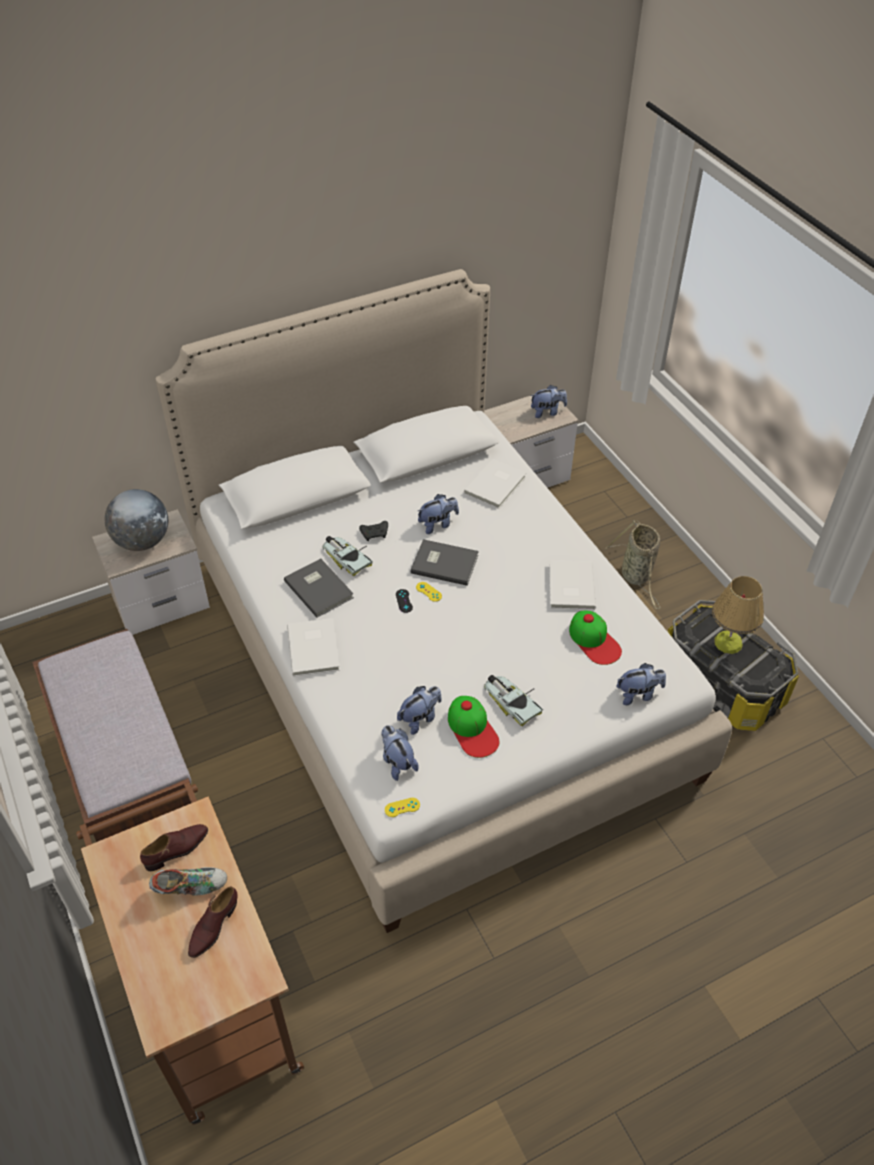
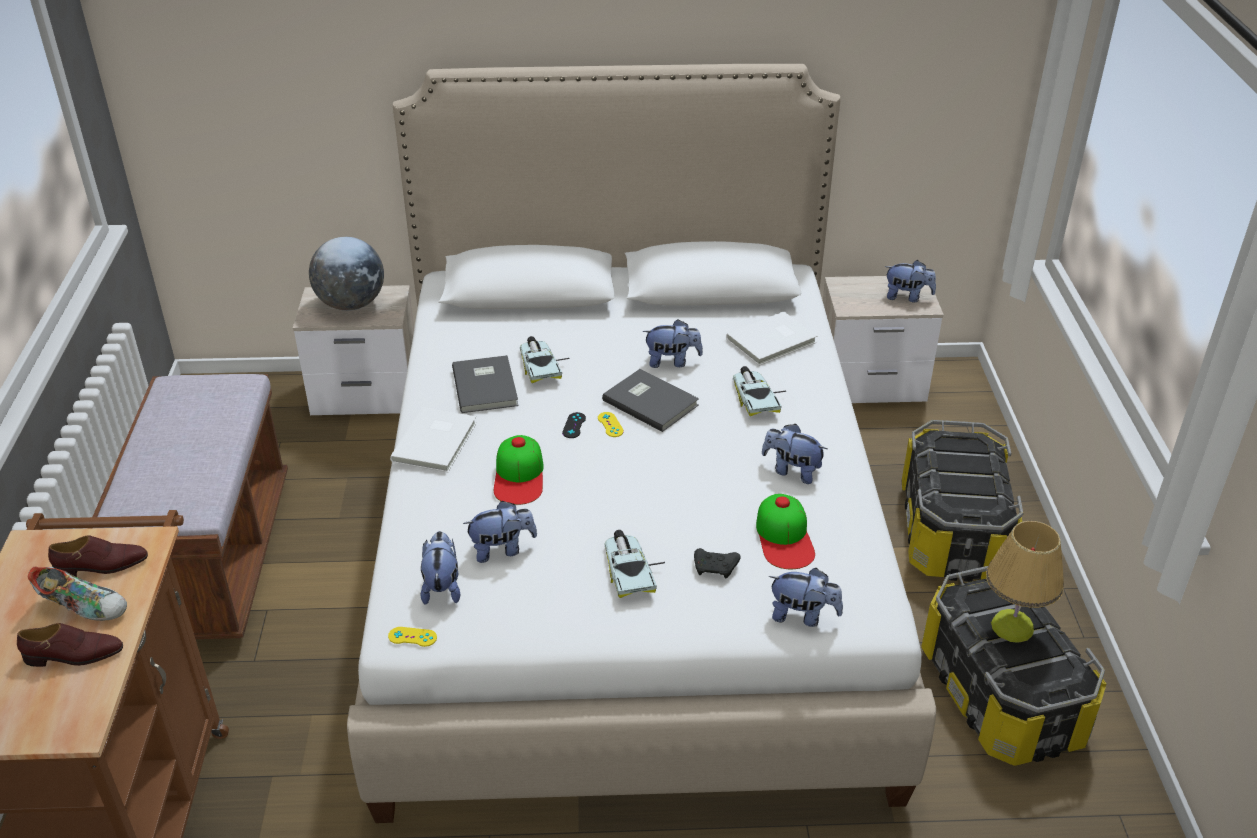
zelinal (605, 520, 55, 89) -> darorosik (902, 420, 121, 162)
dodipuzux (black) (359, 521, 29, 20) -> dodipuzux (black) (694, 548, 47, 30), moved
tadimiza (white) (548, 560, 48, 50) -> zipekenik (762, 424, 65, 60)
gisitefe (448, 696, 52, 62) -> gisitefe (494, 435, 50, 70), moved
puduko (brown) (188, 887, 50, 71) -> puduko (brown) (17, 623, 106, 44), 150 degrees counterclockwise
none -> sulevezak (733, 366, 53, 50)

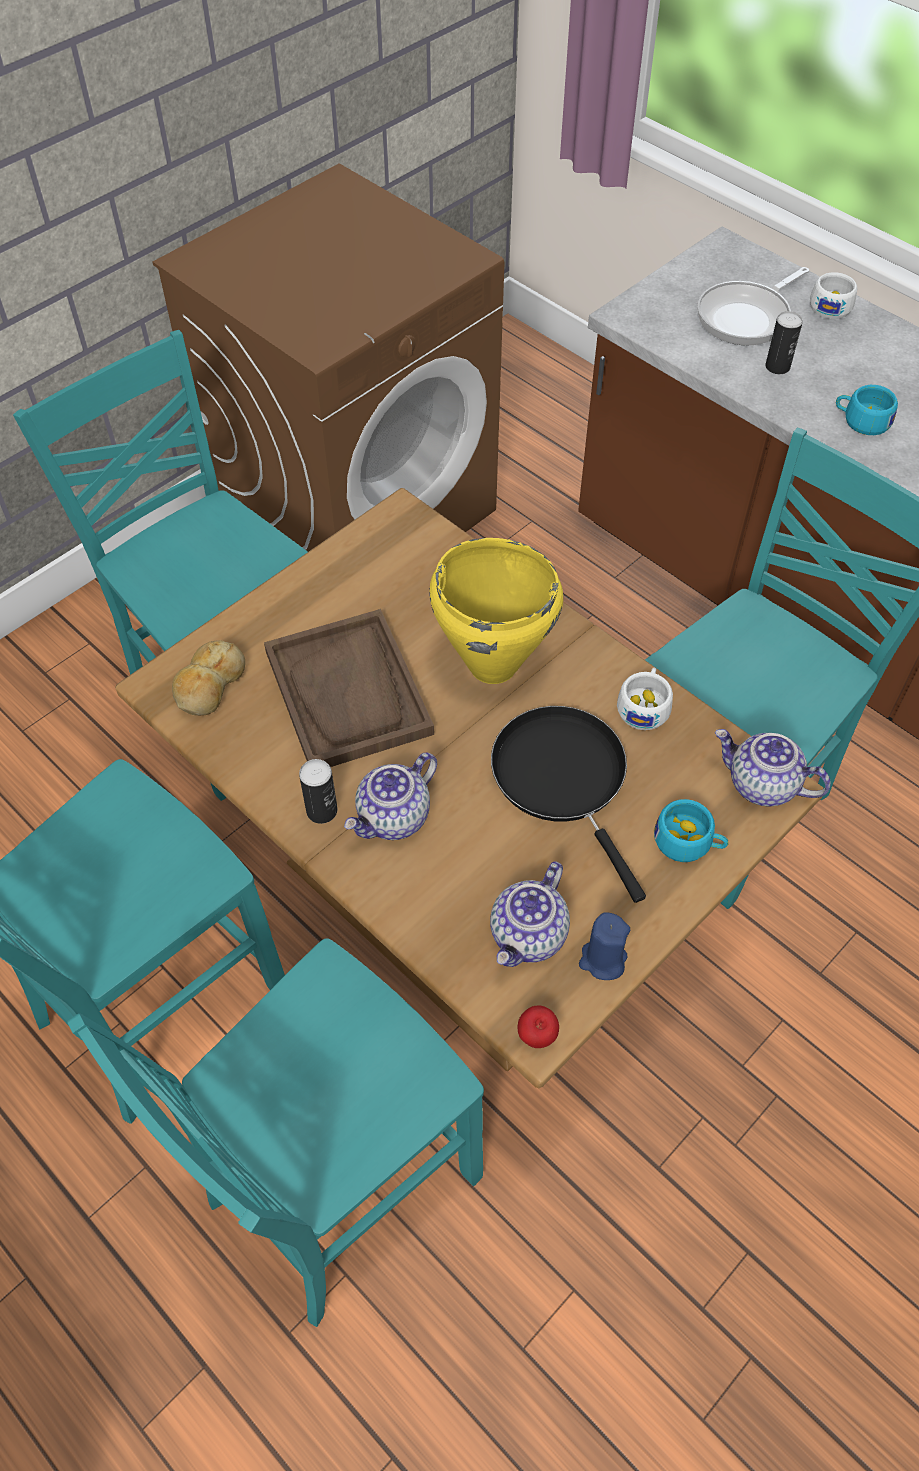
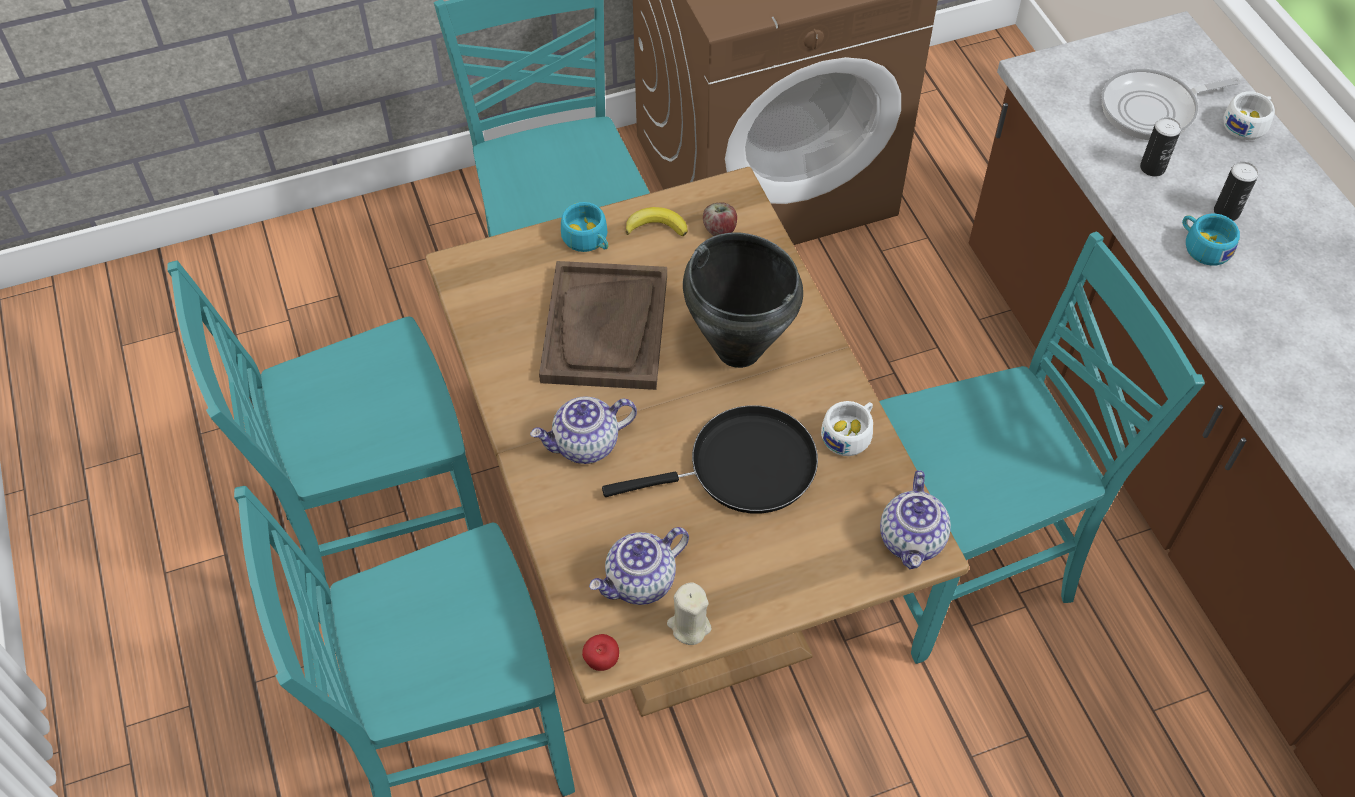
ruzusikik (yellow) (429, 538, 134, 146) -> ruzusikik (black) (683, 232, 120, 136)
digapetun (172, 640, 73, 76) -> none
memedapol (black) (491, 706, 155, 197) -> memedapol (black) (602, 405, 216, 109), 75 degrees clockwise
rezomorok (715, 729, 116, 77) -> rezomorok (880, 470, 71, 99), 135 degrees counterclockwise
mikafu (299, 759, 39, 65) -> mikafu (1214, 162, 44, 59), moved
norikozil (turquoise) (654, 799, 75, 63) -> norikozil (turquoise) (561, 202, 47, 50), moved
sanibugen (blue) (579, 912, 51, 68) -> sanibugen (beige) (667, 582, 44, 63)
none -> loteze (703, 203, 34, 33)
none -> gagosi (626, 207, 62, 29)

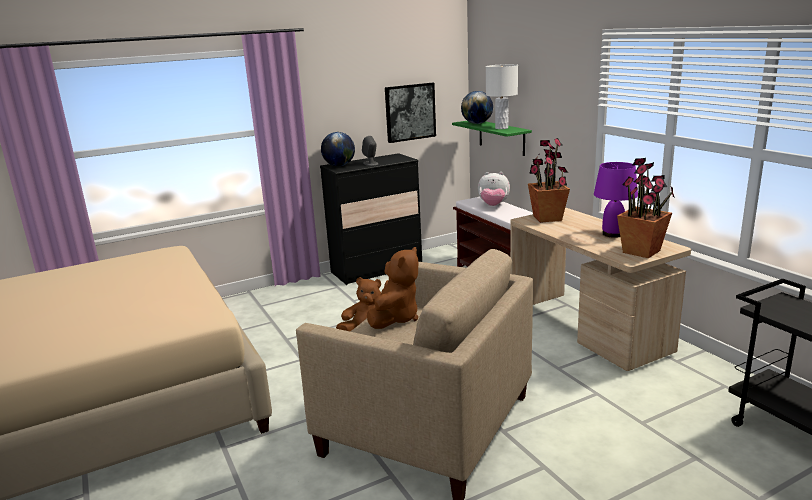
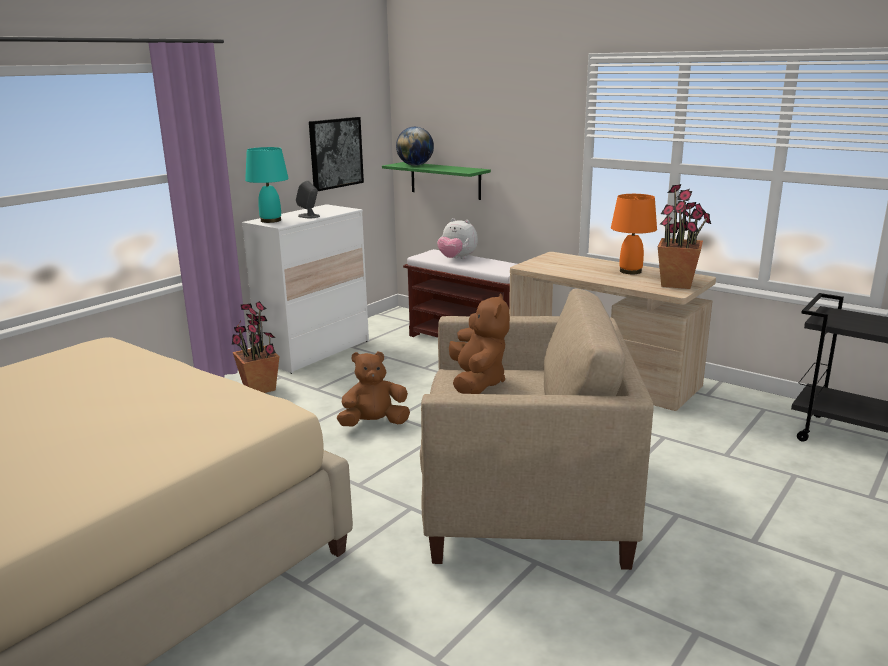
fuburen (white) (486, 64, 32, 65) -> none
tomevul (321, 132, 34, 34) -> fuburen (turquoise) (245, 147, 44, 76)
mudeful (528, 138, 42, 85) -> mudeful (232, 301, 48, 92), moved
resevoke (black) (320, 153, 102, 132) -> resevoke (white) (242, 204, 127, 170)
fuburen (purple) (594, 162, 44, 76) -> fuburen (orange) (611, 194, 46, 80)
zipekenik (478, 172, 32, 34) -> zipekenik (437, 218, 41, 41), 45 degrees clockwise

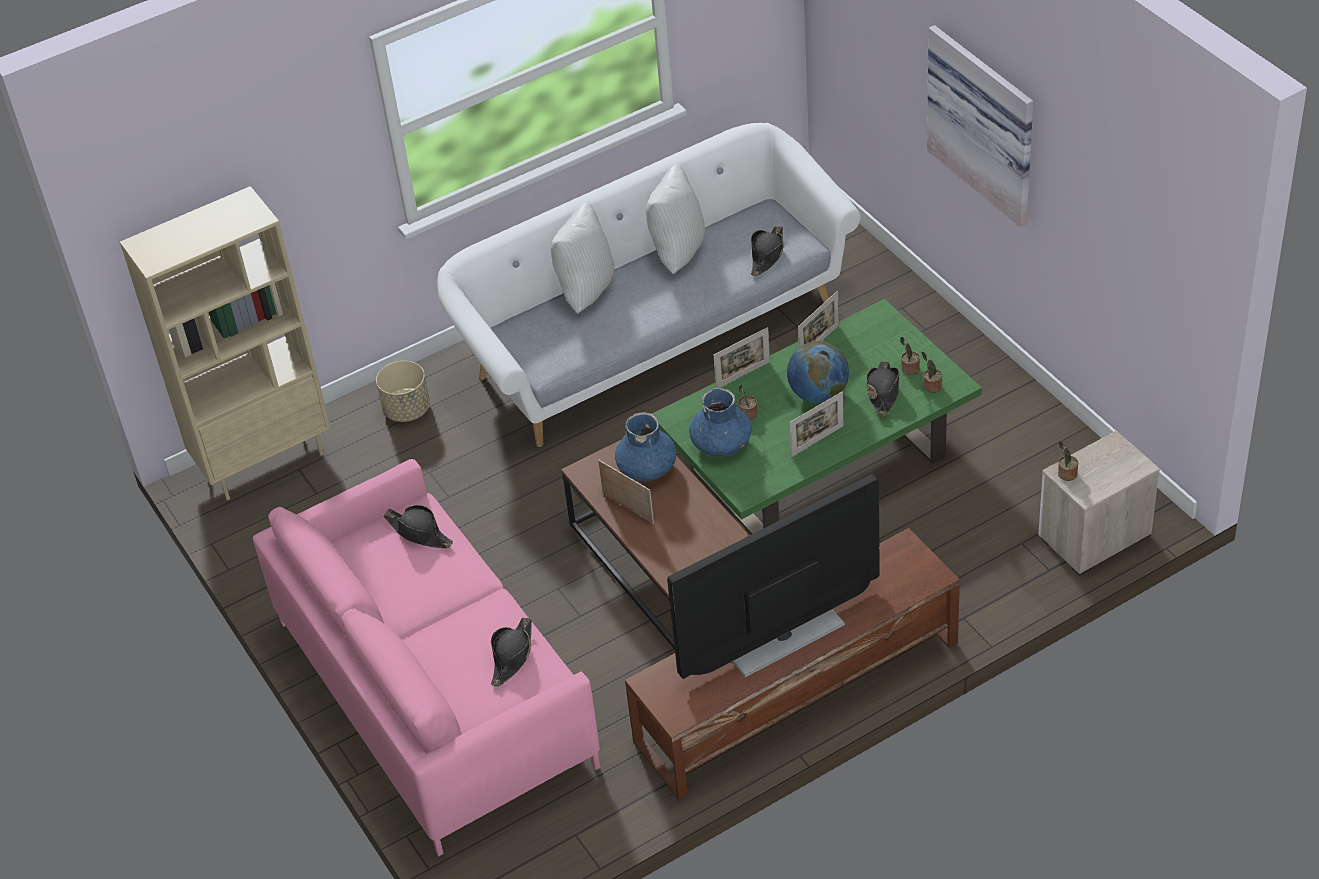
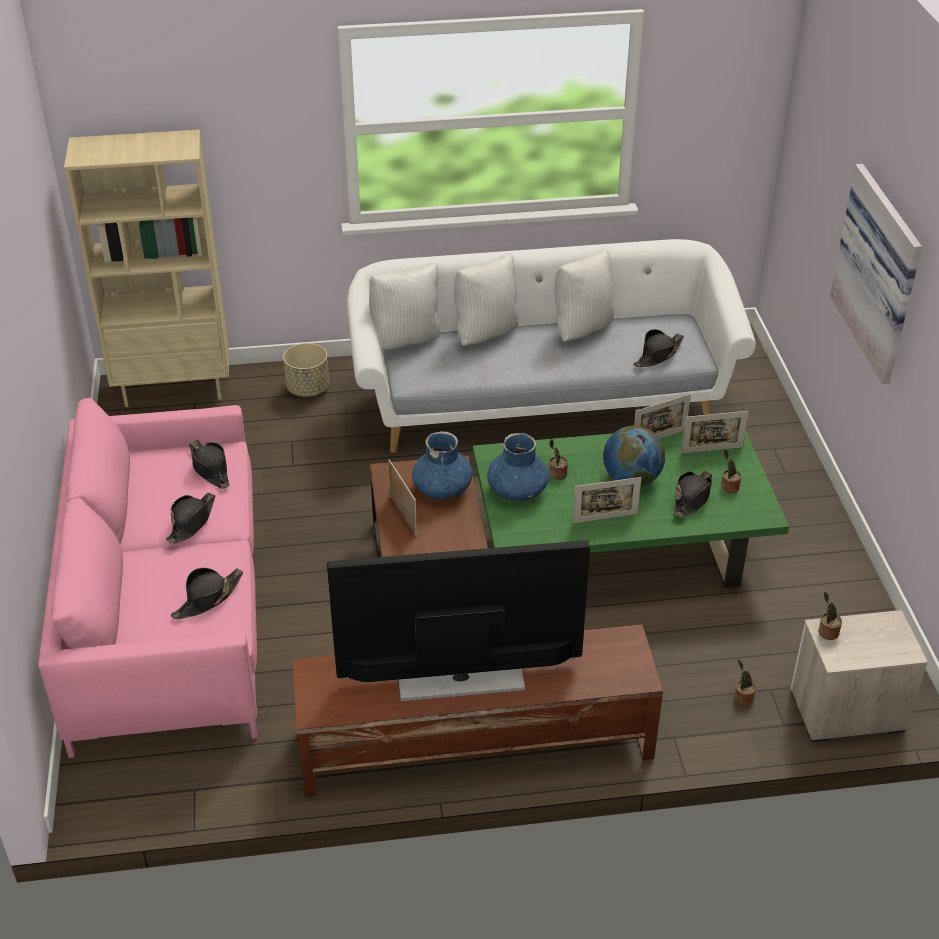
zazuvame (713, 327, 57, 61) -> zazuvame (681, 411, 68, 42), moved
mudeful (921, 352, 21, 41) -> mudeful (734, 660, 22, 46), moved
none -> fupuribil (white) (369, 263, 71, 87)
none -> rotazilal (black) (166, 492, 49, 51)

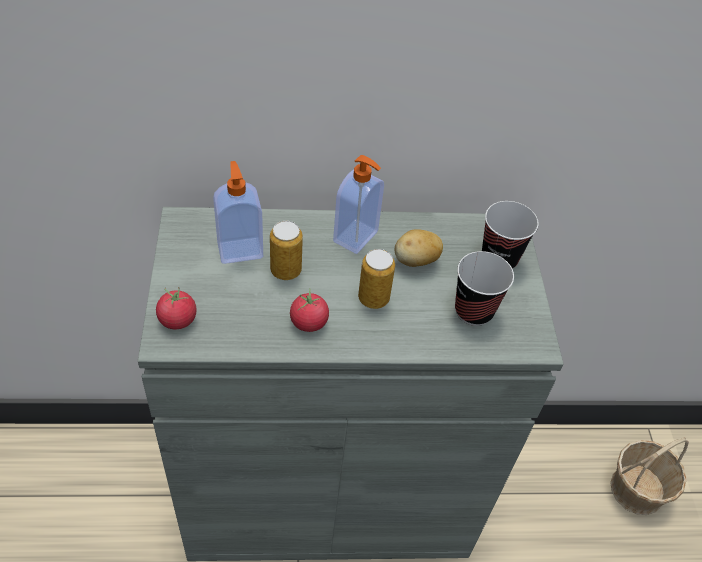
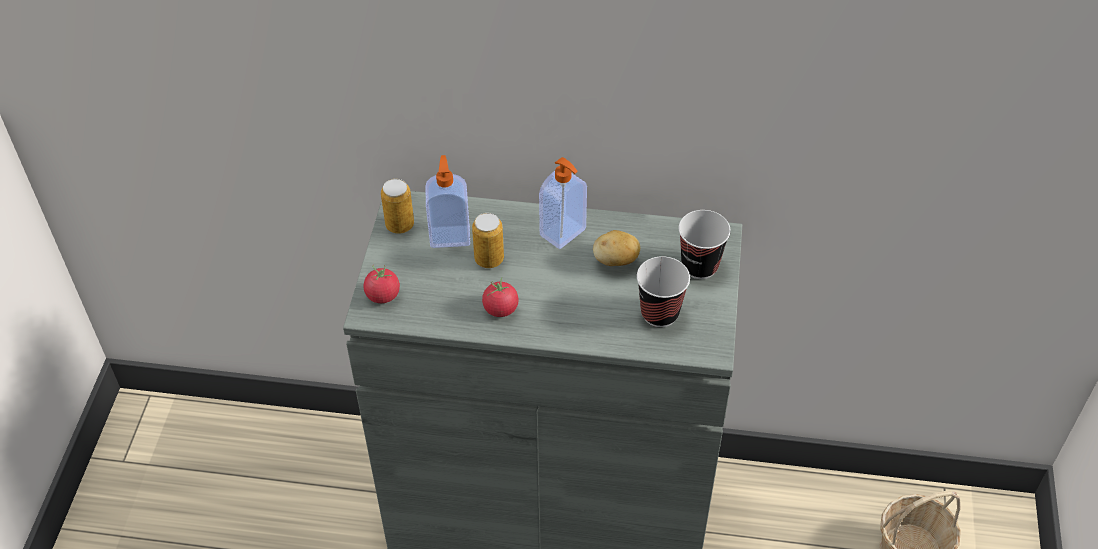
mikafu (358, 249, 37, 60) -> mikafu (381, 179, 33, 55), moved

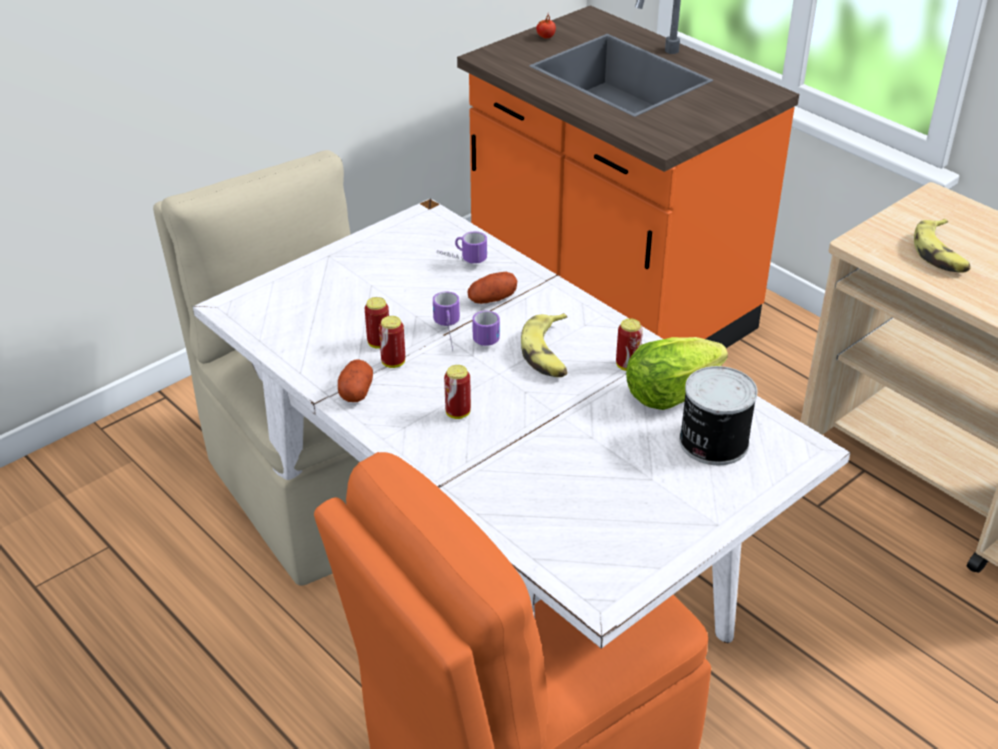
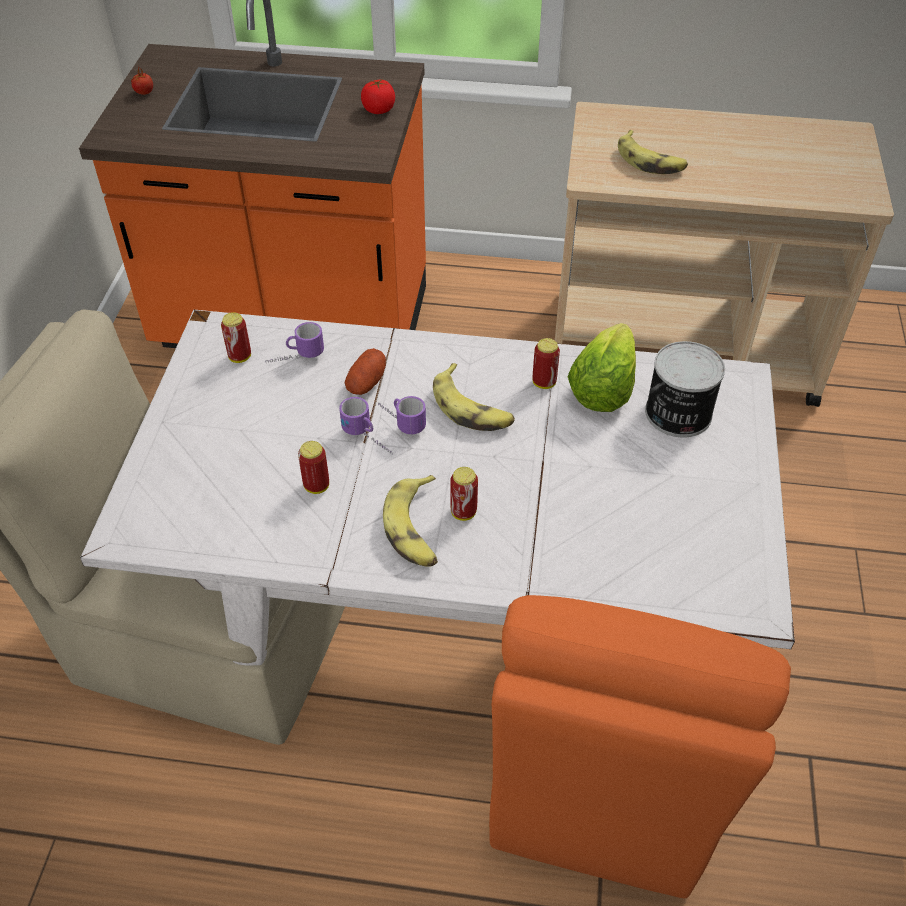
mikafu (379, 316, 26, 52) -> mikafu (221, 312, 30, 51), moved
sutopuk (338, 360, 35, 42) -> none
none -> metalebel (361, 80, 34, 34)
none -> gagosi (383, 475, 55, 92)

